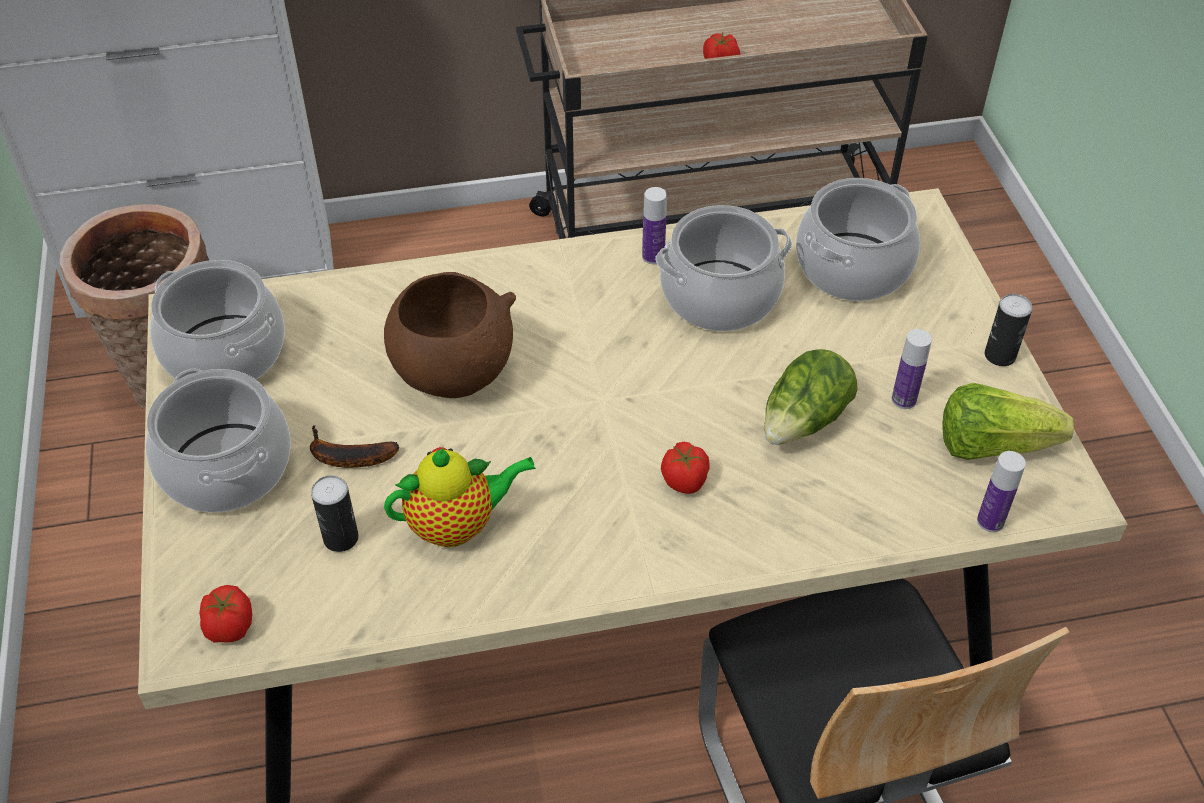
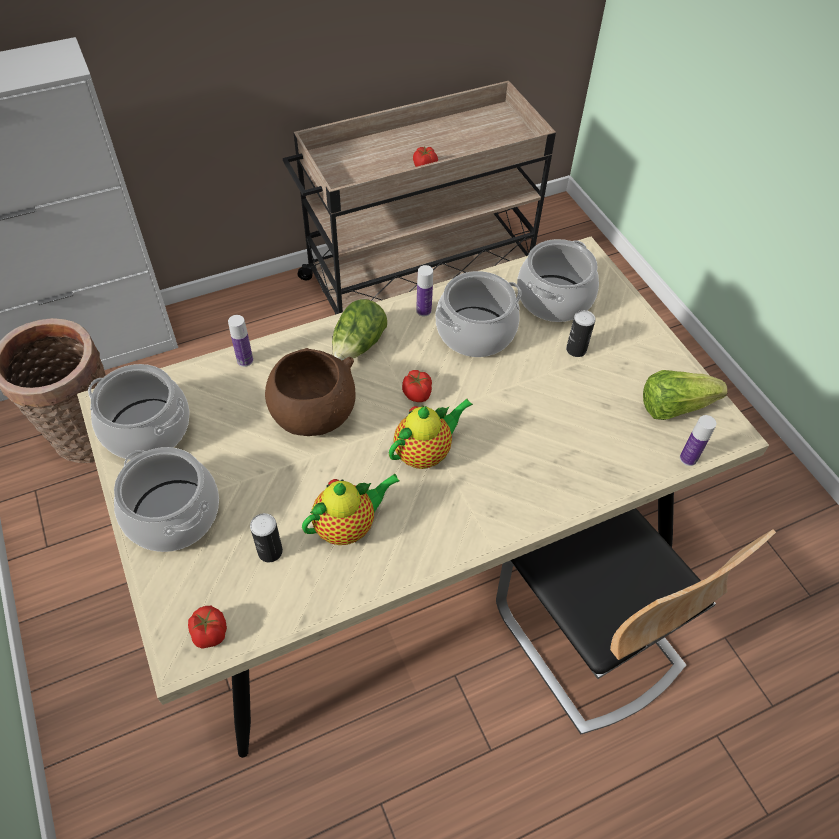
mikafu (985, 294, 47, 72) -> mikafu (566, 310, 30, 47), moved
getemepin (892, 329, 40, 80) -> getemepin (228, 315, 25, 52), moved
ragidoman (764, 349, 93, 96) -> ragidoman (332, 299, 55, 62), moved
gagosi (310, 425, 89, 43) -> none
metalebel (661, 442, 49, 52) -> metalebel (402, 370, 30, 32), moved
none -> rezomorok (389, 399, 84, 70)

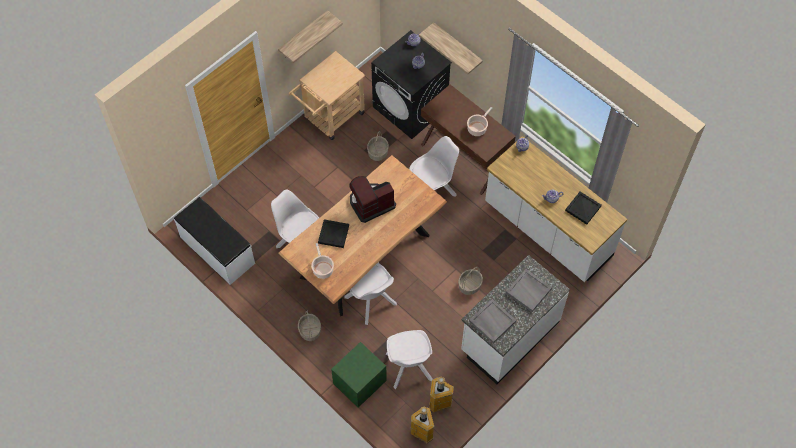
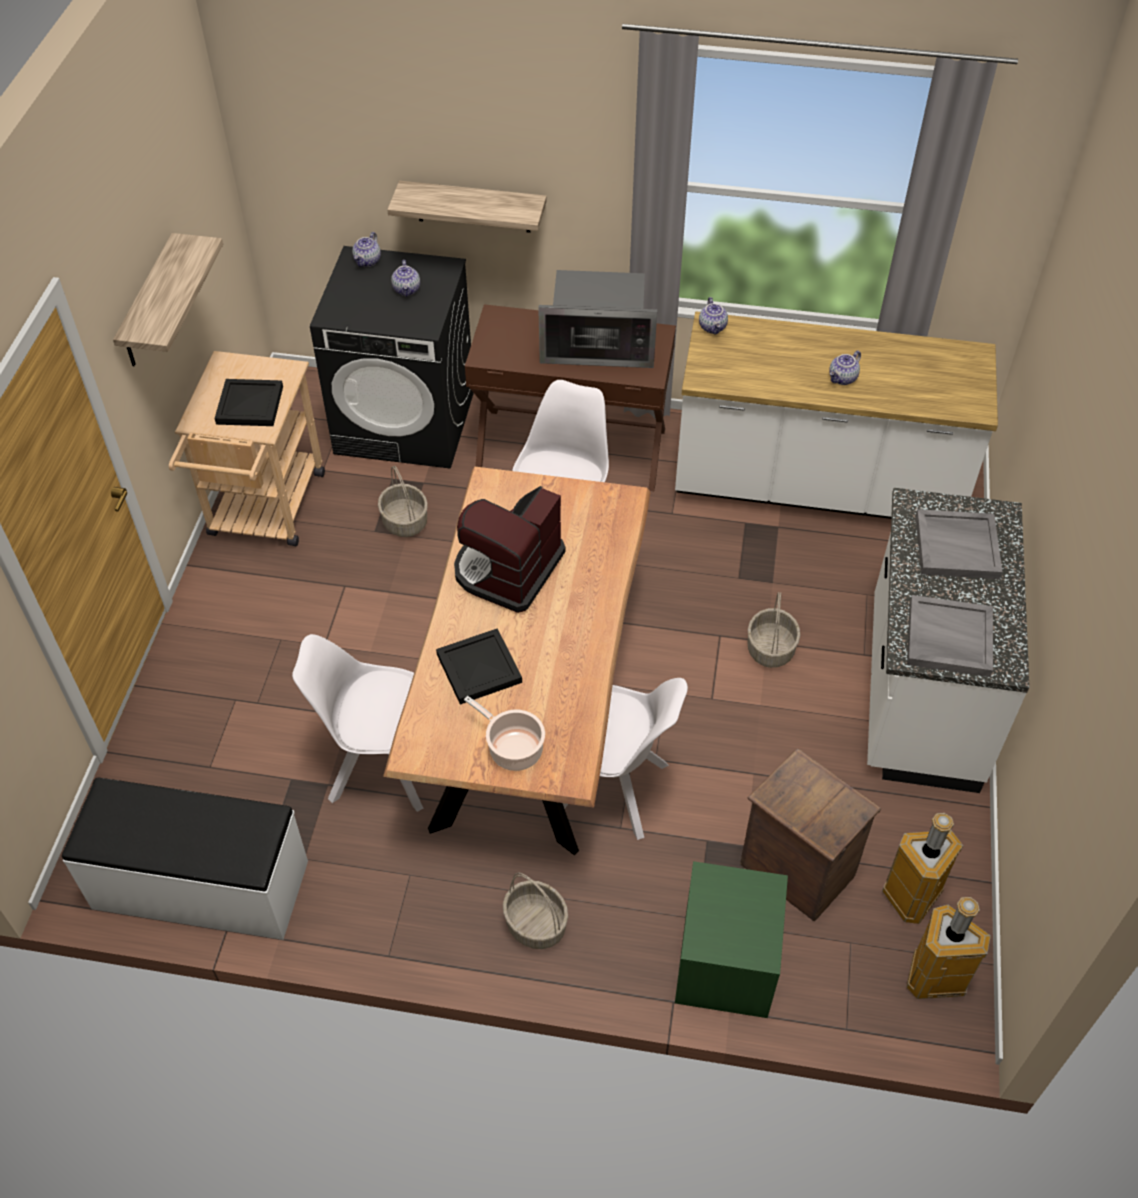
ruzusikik (467, 107, 25, 29) -> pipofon (538, 270, 119, 98)
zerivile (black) (565, 192, 36, 33) -> zerivile (black) (214, 379, 69, 47), moved
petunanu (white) (386, 330, 47, 59) -> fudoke (740, 749, 141, 172)

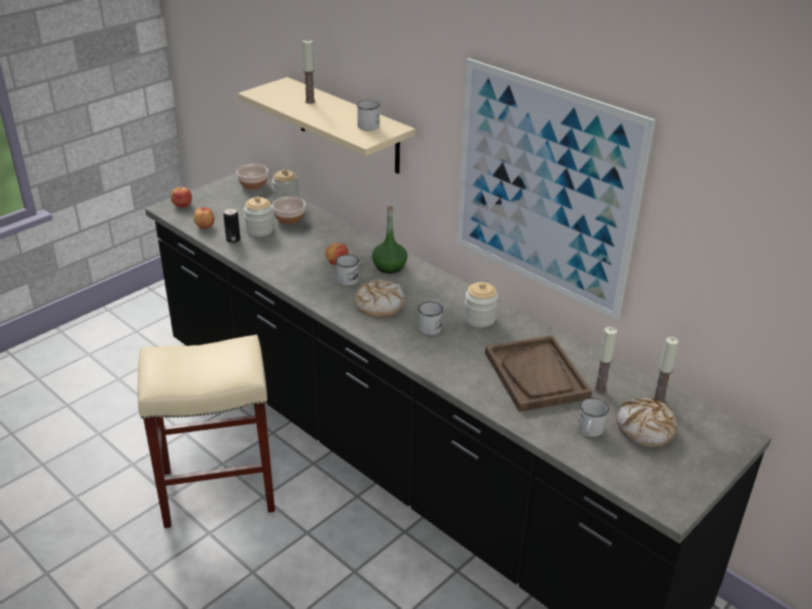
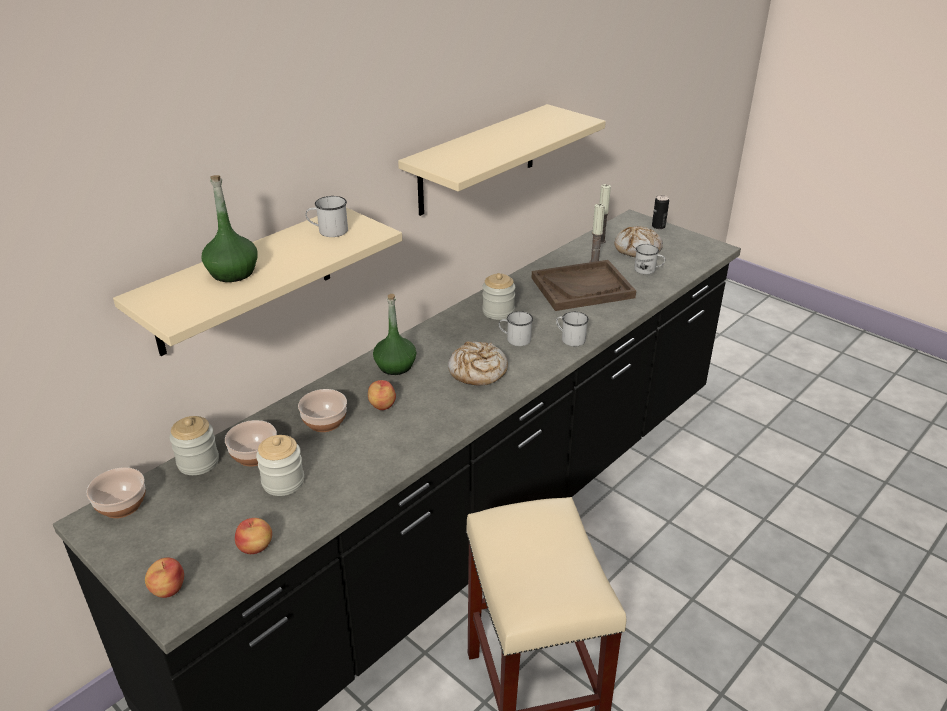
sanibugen (302, 39, 14, 65) -> getemepin (green) (201, 175, 57, 107)
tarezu (456, 58, 199, 262) -> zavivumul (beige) (398, 104, 208, 112)
mikafu (223, 208, 17, 35) -> mikafu (652, 195, 17, 34), moved
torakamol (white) (336, 255, 25, 31) -> torakamol (white) (556, 312, 33, 34), moved
none -> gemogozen (298, 389, 49, 43)

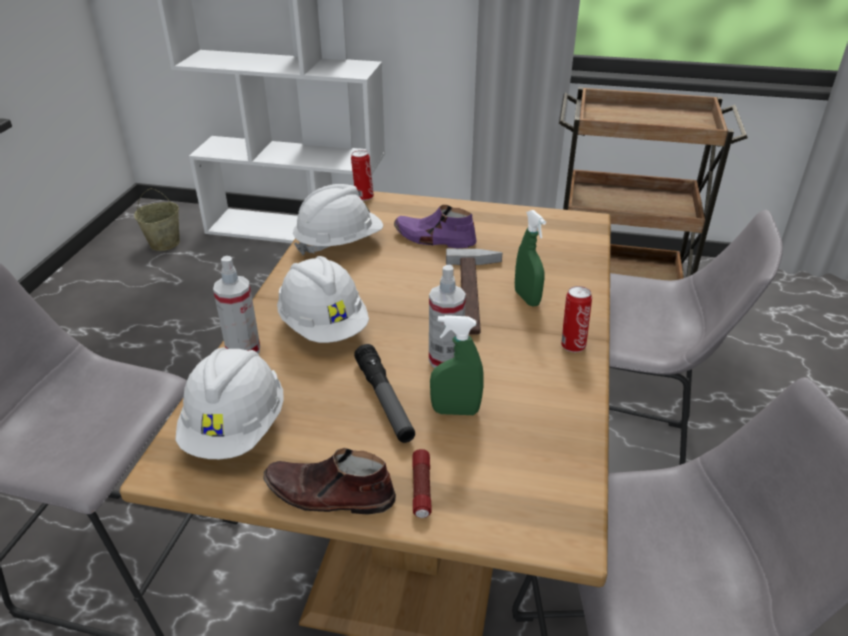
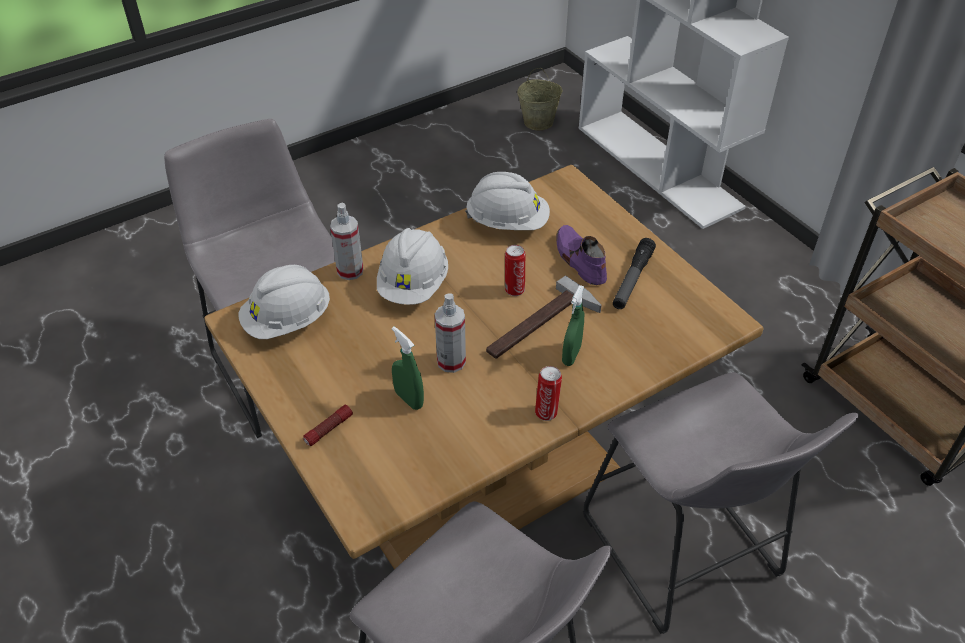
mikafu (351, 150, 23, 51) -> mikafu (505, 245, 20, 51), moved
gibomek (354, 344, 61, 99) -> gibomek (613, 238, 43, 71), moved
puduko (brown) (264, 448, 132, 67) -> none

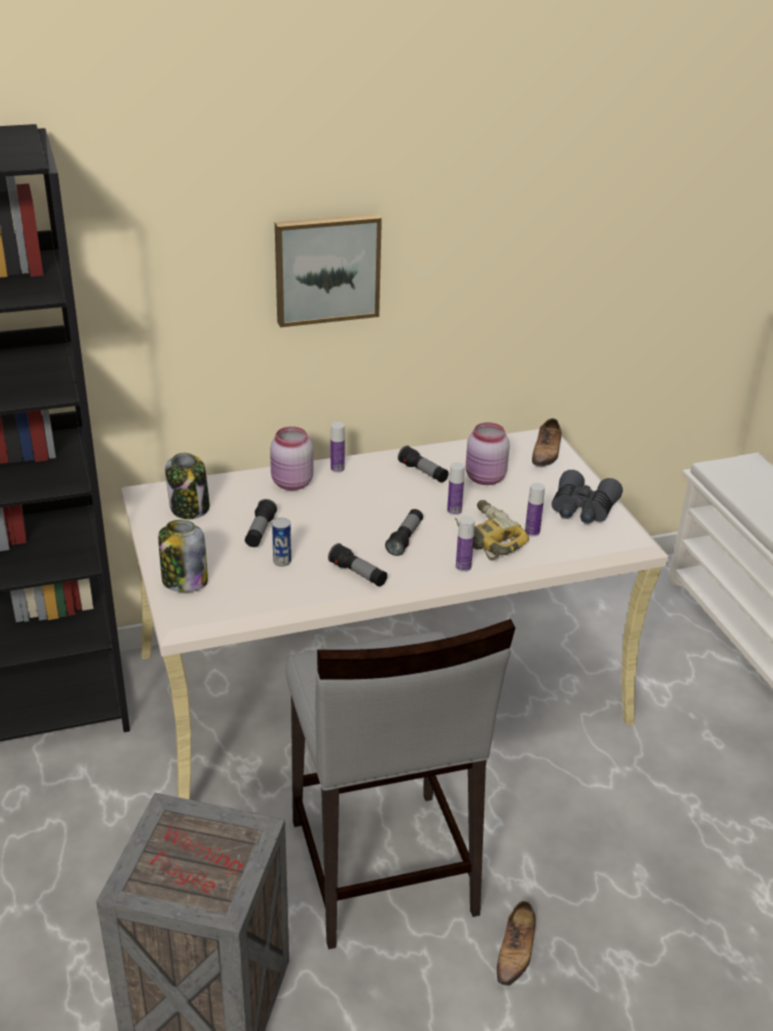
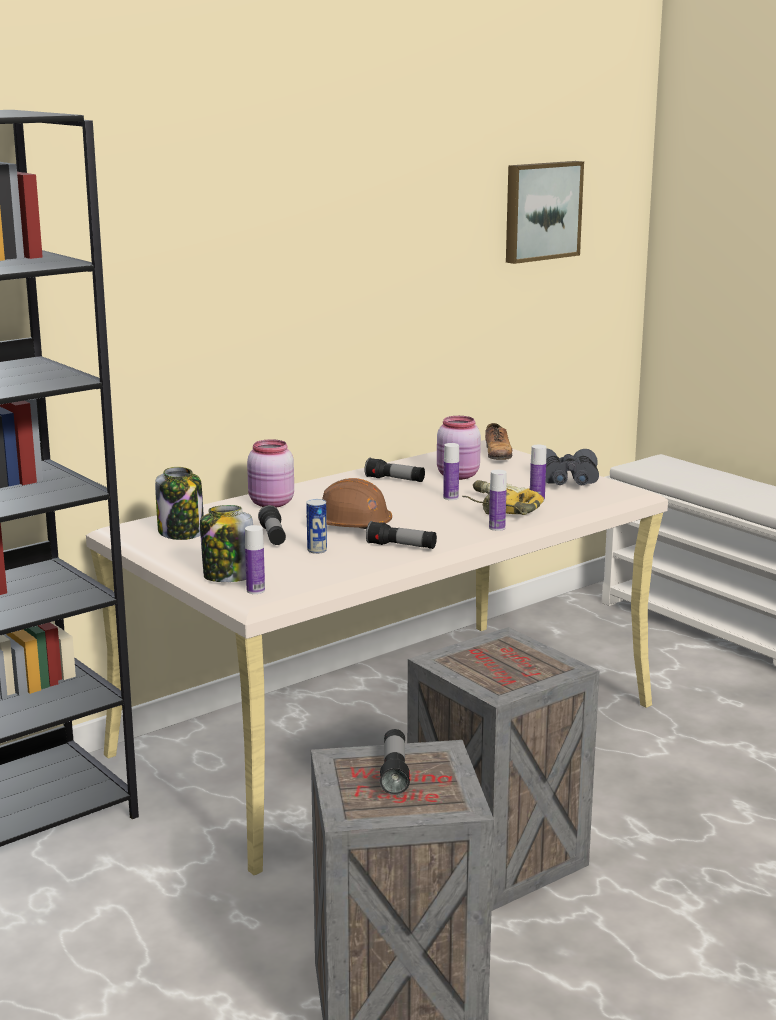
tarezu (275, 214, 107, 113) -> tarezu (506, 161, 78, 103), moved
getemepin (331, 422, 14, 51) -> getemepin (245, 525, 20, 69), moved
gibomek (385, 509, 38, 47) -> gibomek (380, 729, 30, 66), moved
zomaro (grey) (285, 619, 230, 330) -> fudoke (407, 627, 192, 284)
puduko (497, 901, 39, 85) -> none
none -> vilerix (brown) (306, 478, 86, 51)

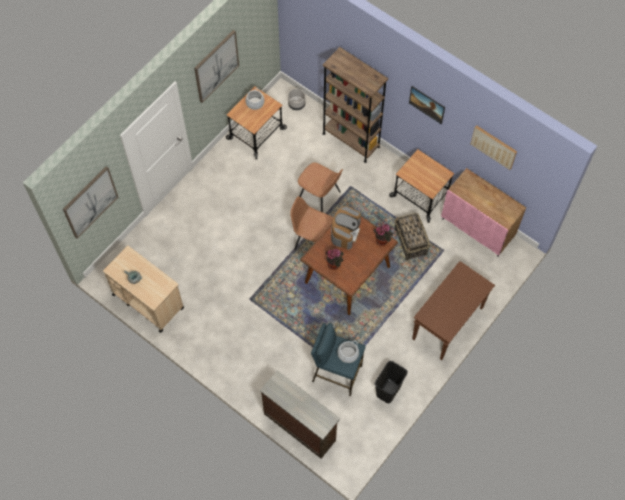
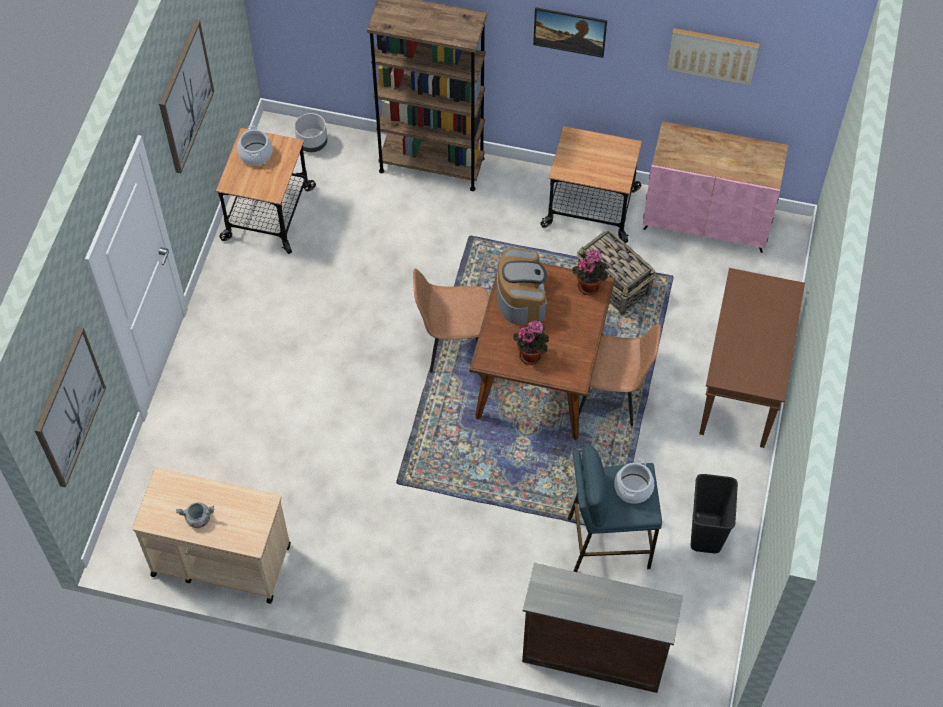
petunanu (brown) (298, 163, 45, 49) -> petunanu (brown) (579, 324, 82, 102), moved

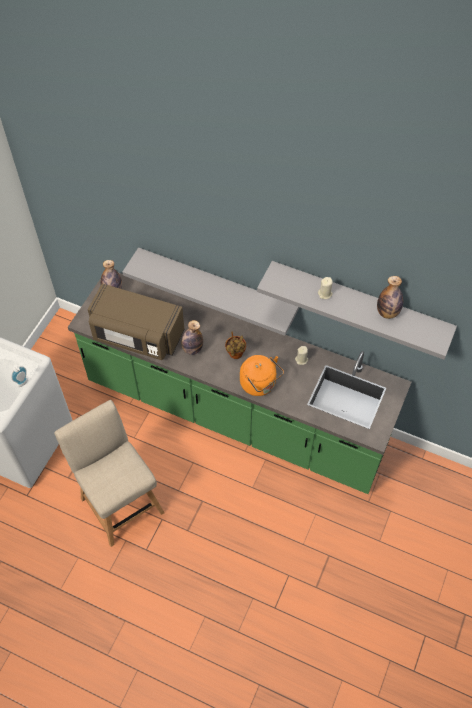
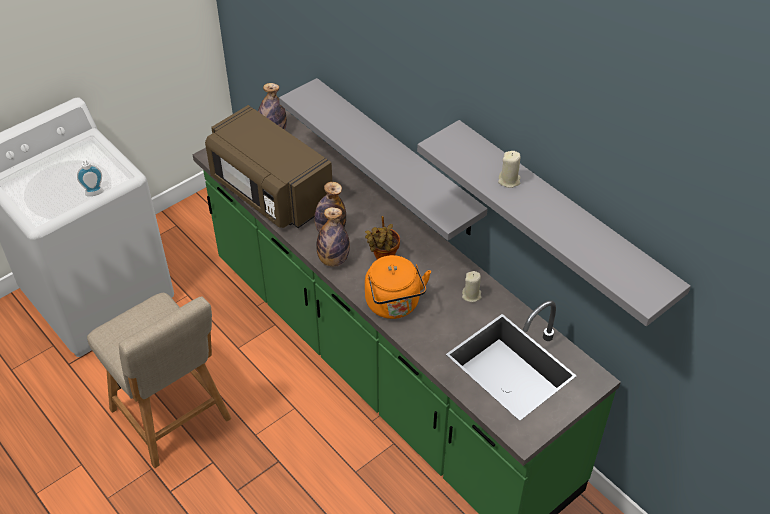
getemepin (377, 276, 26, 43) -> getemepin (316, 207, 34, 60), moved
petunanu (beige) (54, 400, 111, 147) -> petunanu (beige) (87, 293, 144, 175), 150 degrees clockwise

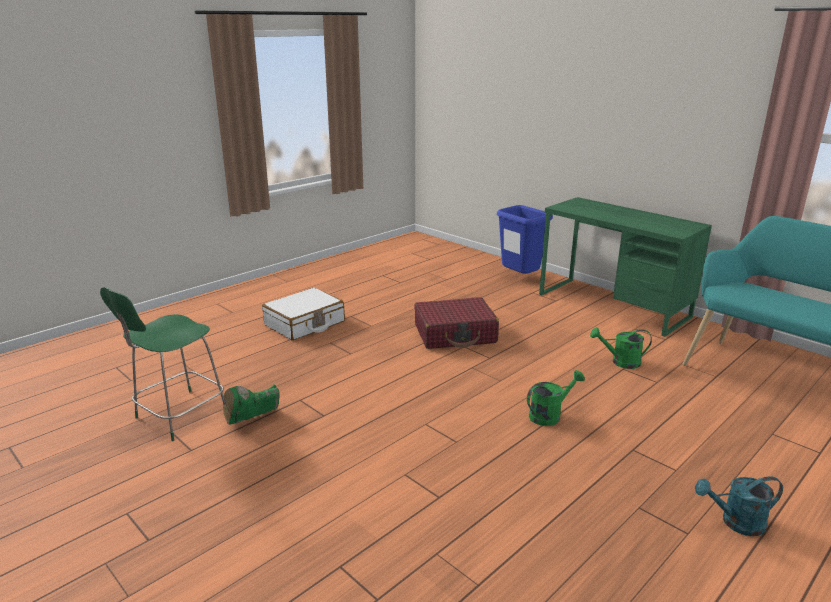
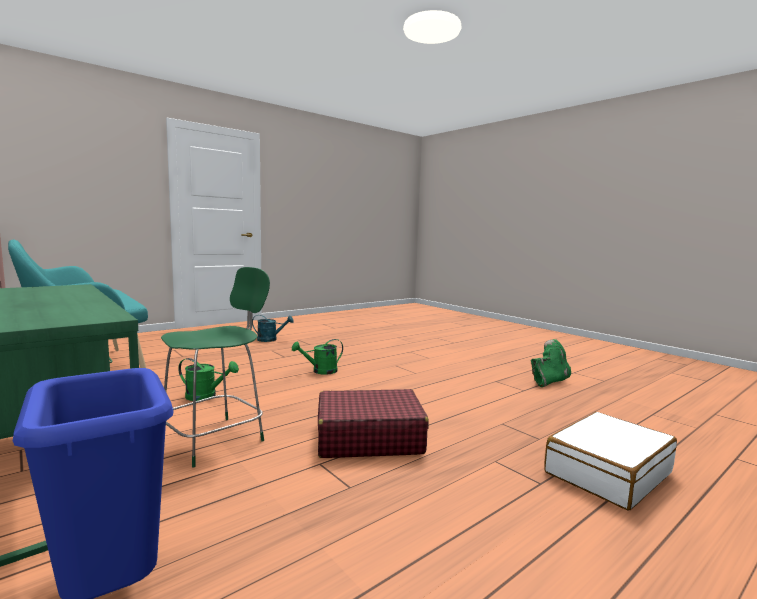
petunanu (green) (100, 287, 125, 154) -> petunanu (green) (161, 267, 109, 200), moved

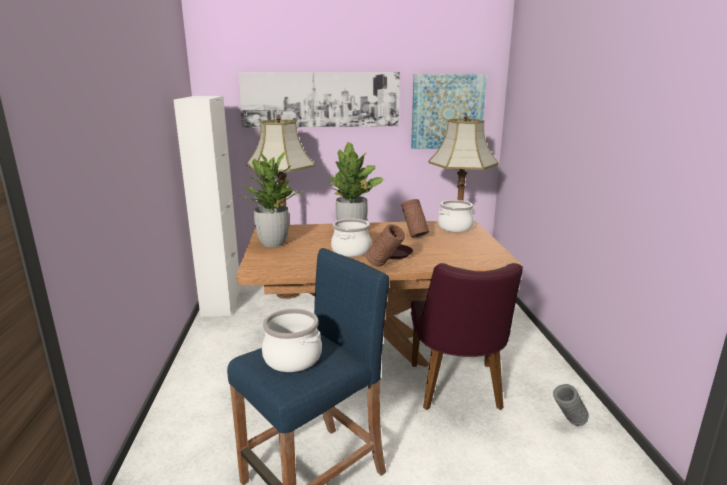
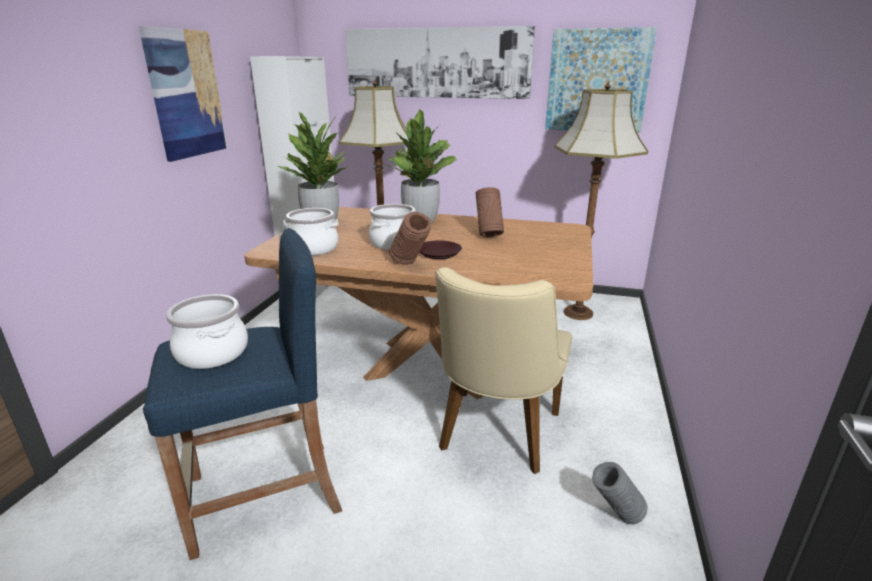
ruzusikik (438, 200, 36, 32) -> ruzusikik (283, 208, 56, 47), moved
petunanu (purple) (411, 263, 112, 147) -> petunanu (beige) (435, 267, 137, 207)
none -> tarezu (139, 26, 88, 136)

